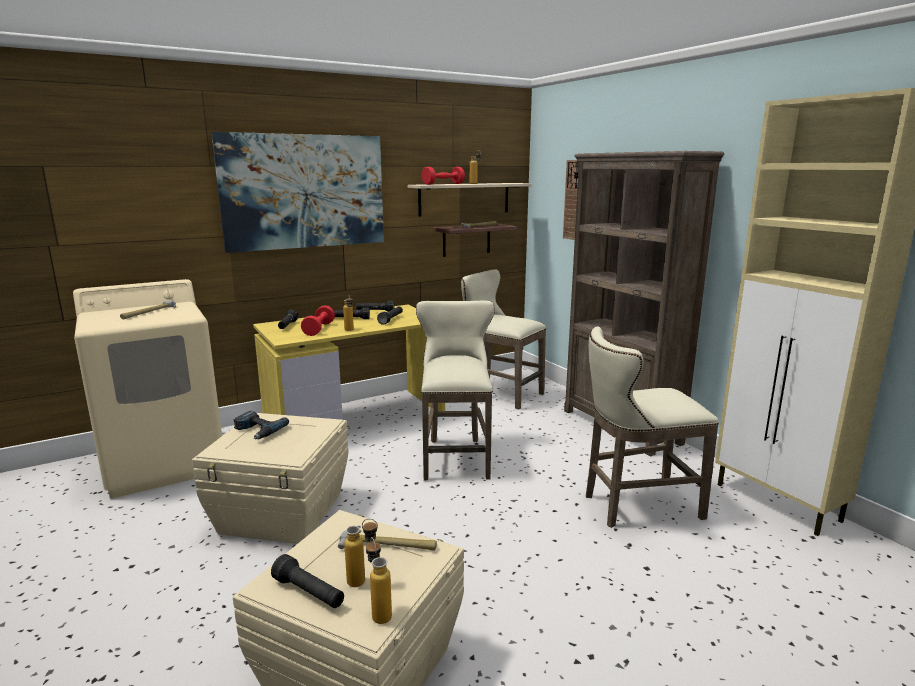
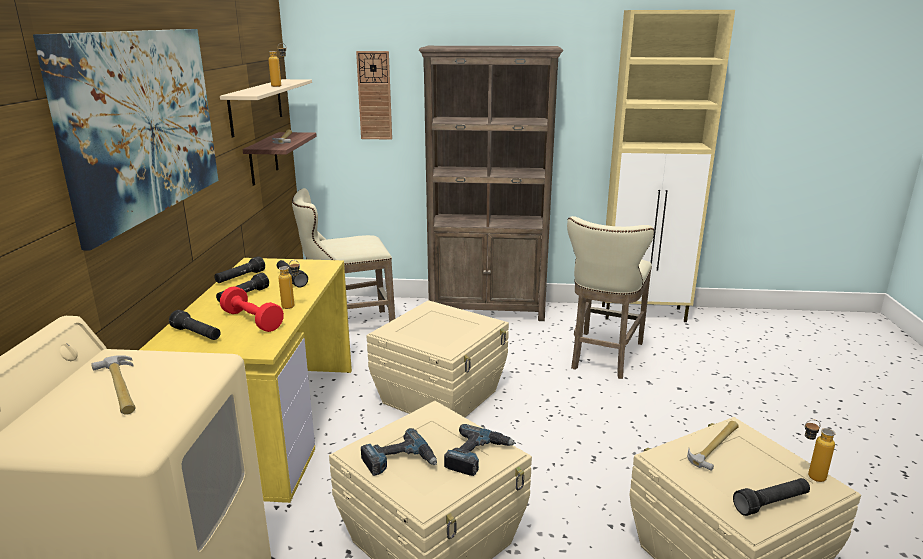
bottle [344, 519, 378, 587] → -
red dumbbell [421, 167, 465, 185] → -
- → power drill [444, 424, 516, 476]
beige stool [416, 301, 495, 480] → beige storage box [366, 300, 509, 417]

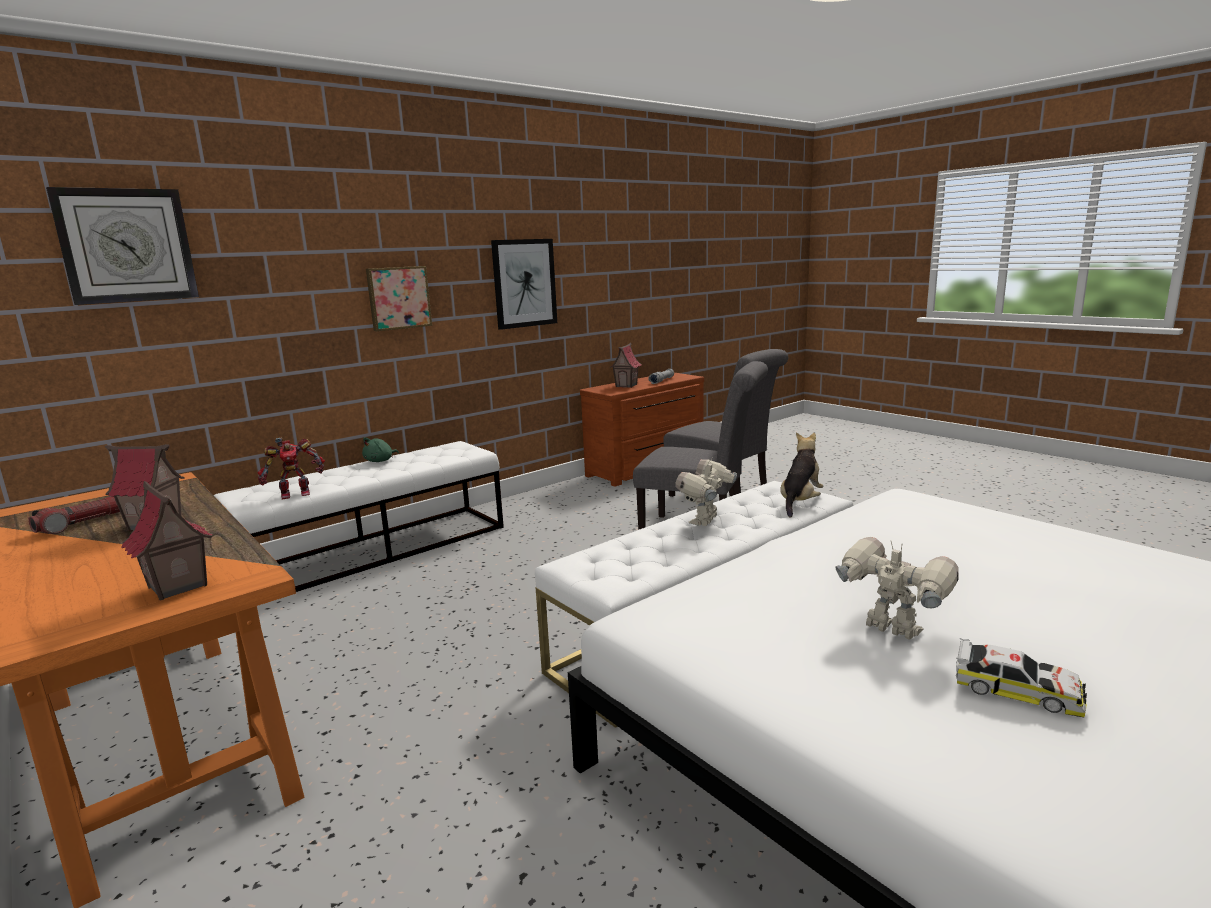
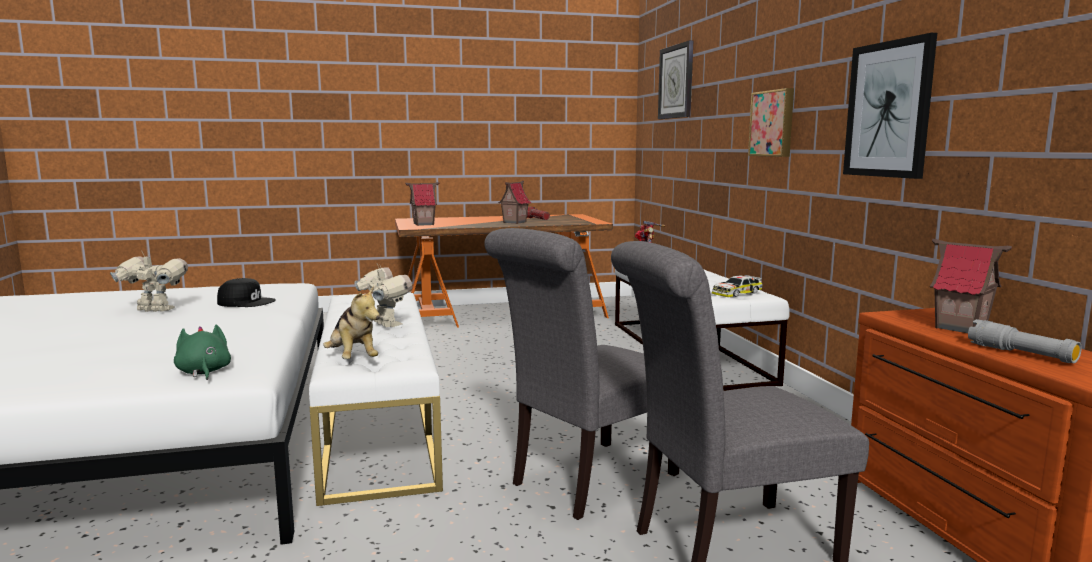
- → black cap [217, 278, 276, 307]
green plush toy [362, 437, 399, 462] → green plush toy [174, 324, 231, 380], relocated
toy car [956, 638, 1087, 717] → toy car [712, 275, 762, 297], relocated
toy robot [835, 537, 959, 640] → toy robot [110, 252, 188, 312], 150 degrees counterclockwise

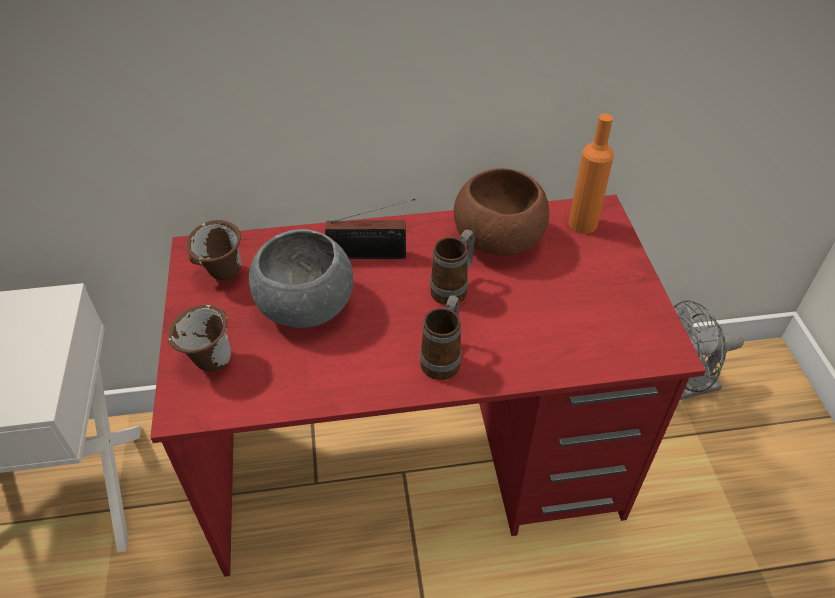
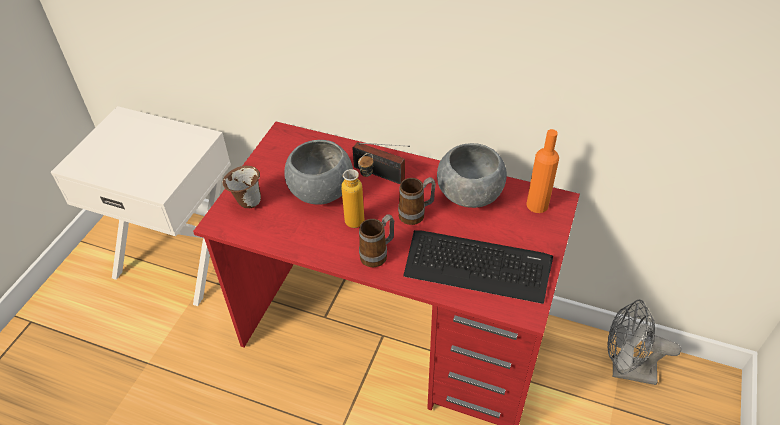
brown mug [186, 220, 241, 281] → -
- → bottle [341, 153, 374, 228]
- → keyboard [403, 230, 553, 304]
brown bowl [454, 168, 549, 256] → grey bowl [437, 143, 507, 208]

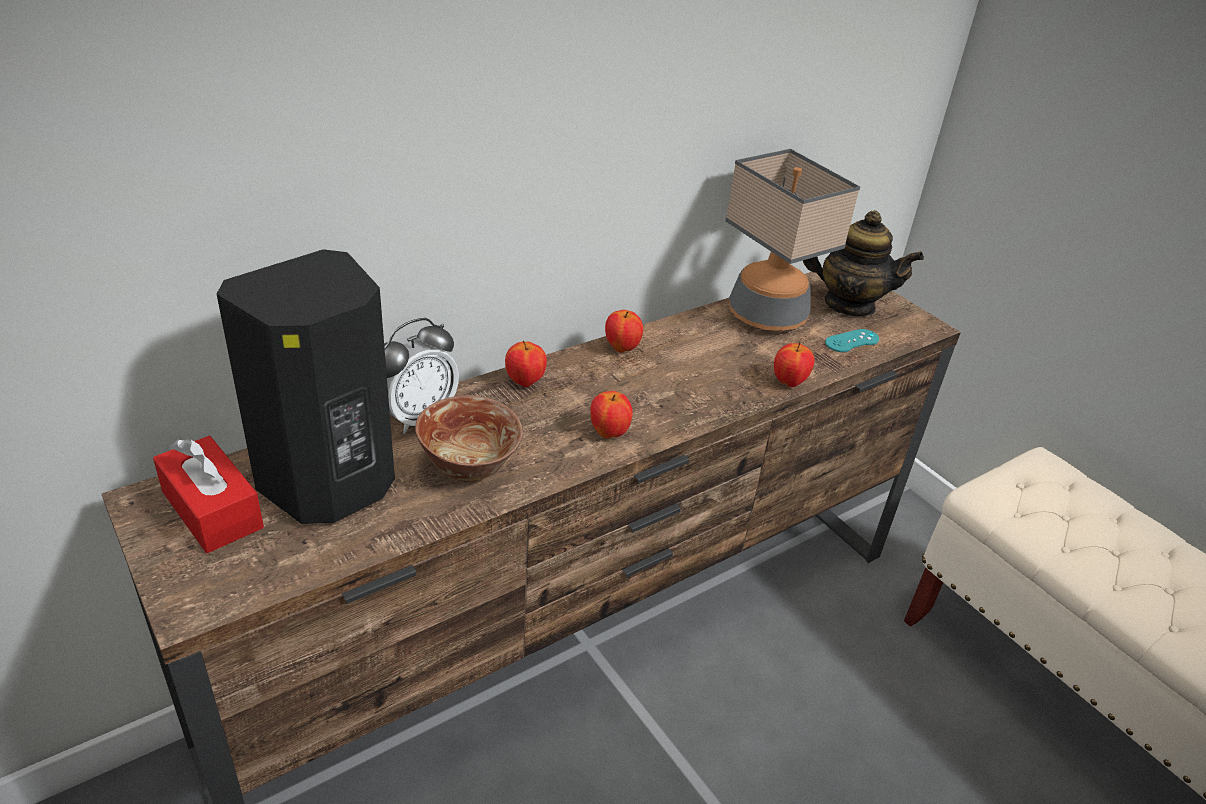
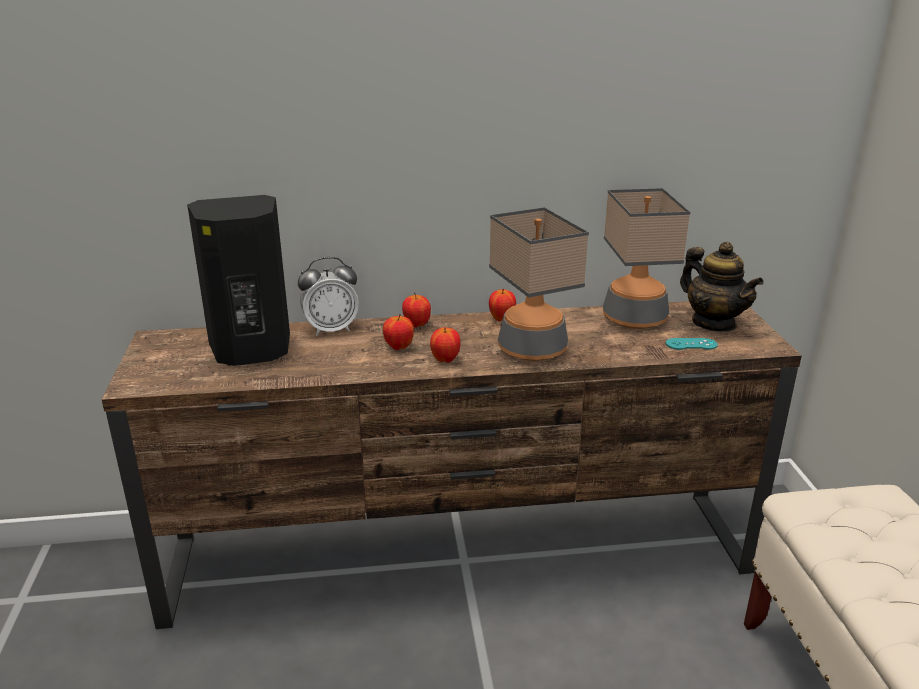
red tissue box [153, 436, 264, 553] → -
bowl [415, 395, 523, 482] → -
- → table lamp [489, 207, 589, 361]
apple [774, 342, 815, 387] → apple [383, 314, 414, 350], relocated

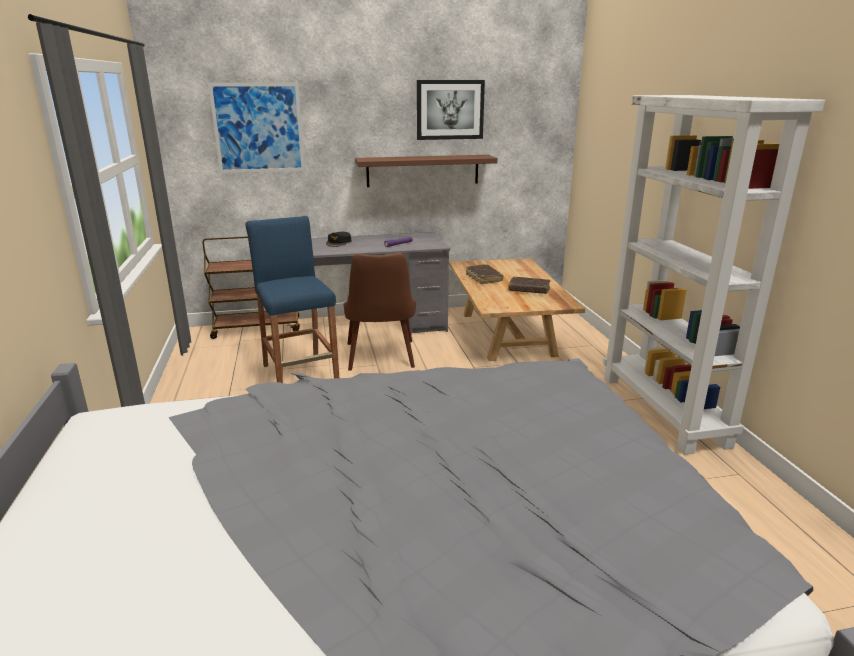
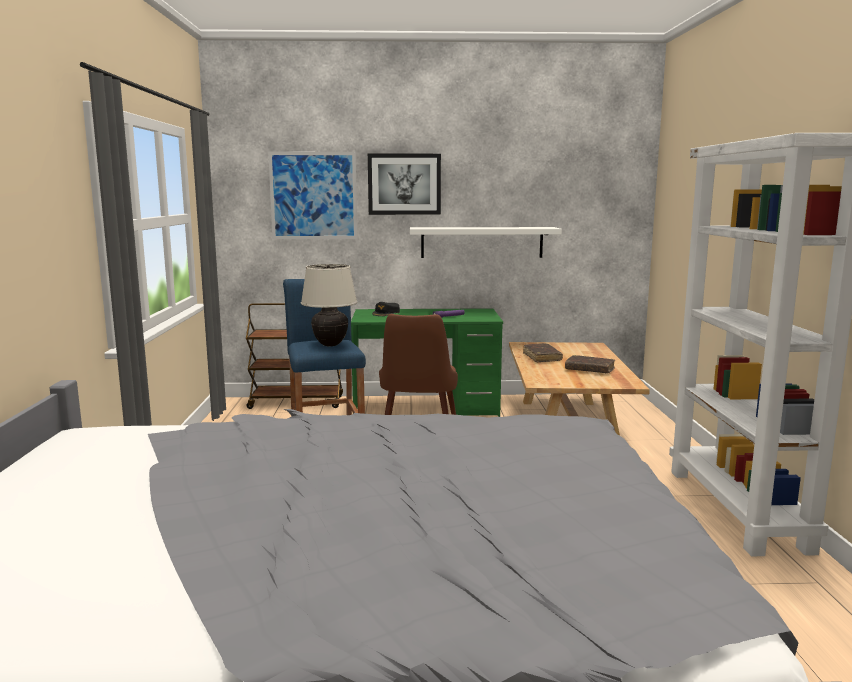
- → beige table lamp [301, 264, 357, 346]
picture [417, 80, 485, 140] → picture [368, 154, 441, 215], relocated
grey desk [311, 232, 450, 335] → green desk [351, 308, 503, 417]
brown shelf [355, 155, 498, 187] → white shelf [410, 227, 562, 258]

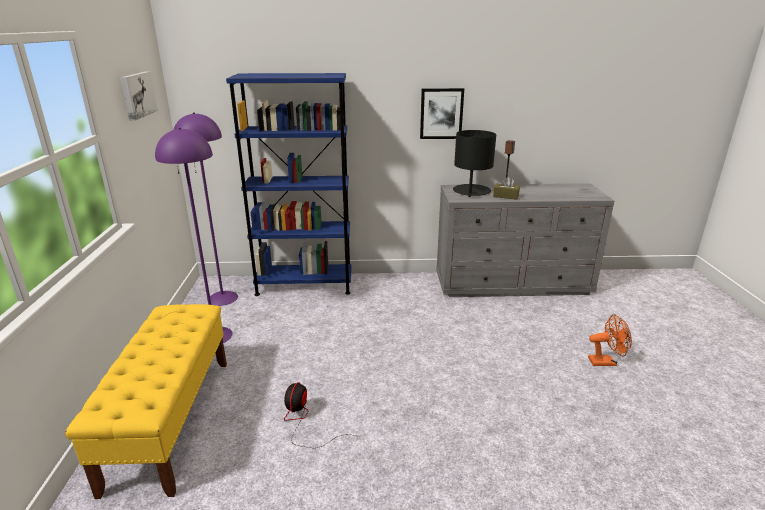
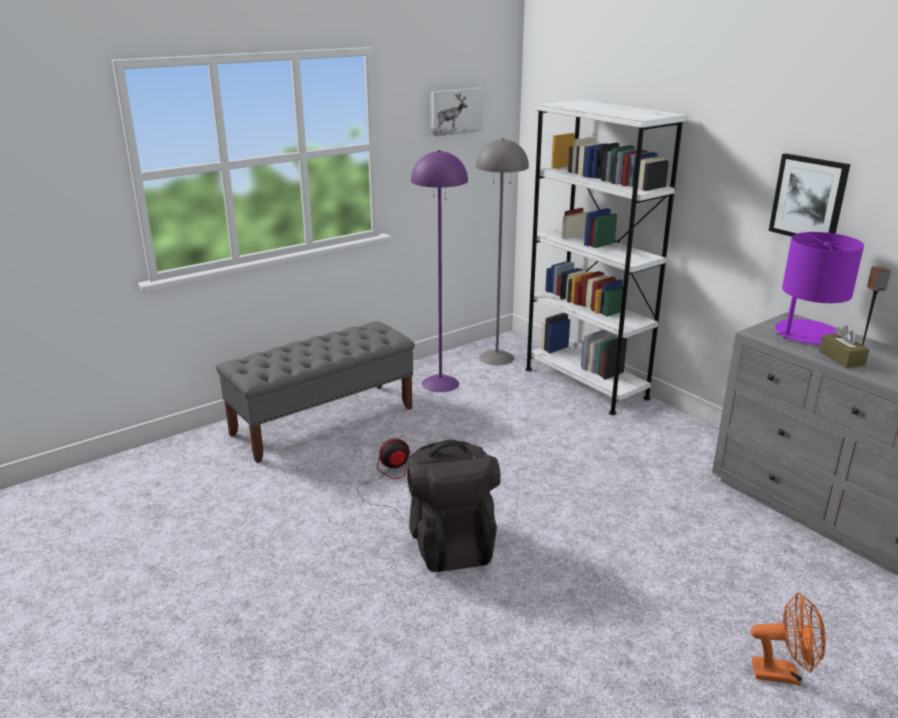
- → black backpack [407, 440, 501, 572]
yellow bench [65, 304, 227, 499] → grey bench [216, 321, 415, 463]
purple floor lamp [173, 112, 238, 306] → grey floor lamp [476, 138, 529, 365]
blue bookcase [226, 73, 351, 296] → white bookcase [525, 100, 688, 415]
black table lamp [453, 130, 496, 197] → purple table lamp [775, 232, 864, 344]
orange fan [588, 314, 632, 366] → orange fan [751, 592, 826, 685], 45 degrees counterclockwise

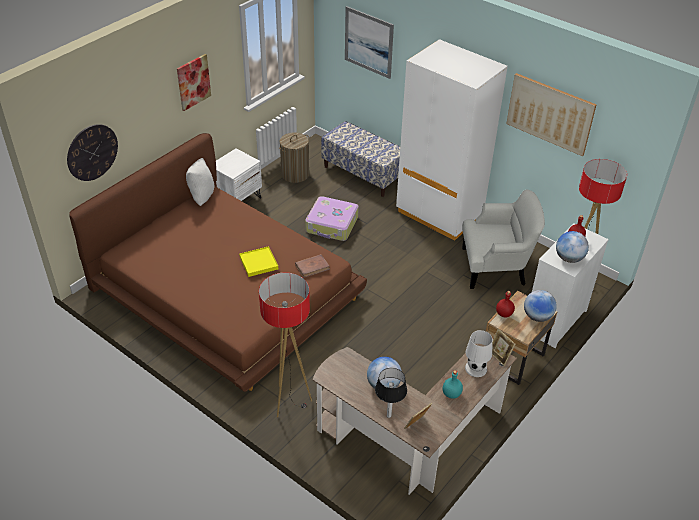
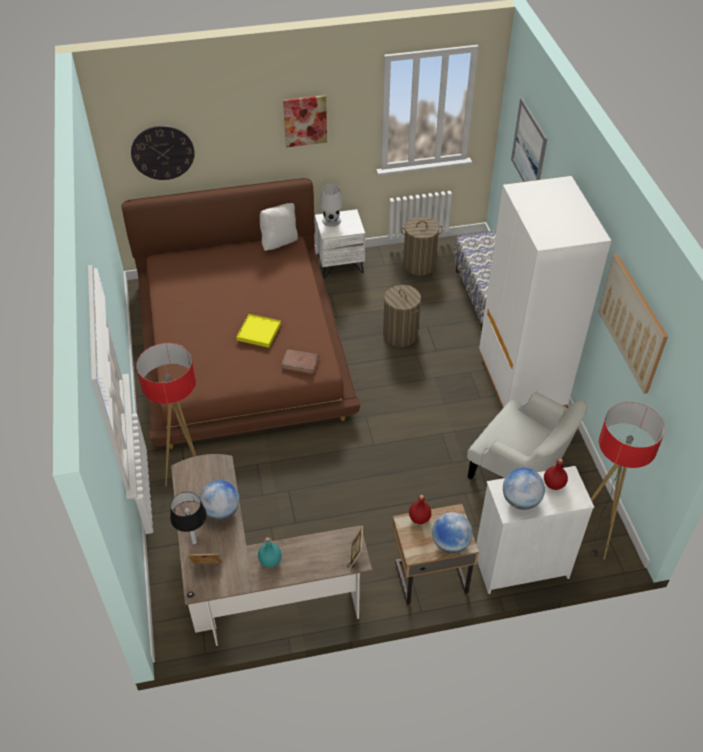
white table lamp [465, 330, 493, 377] → white table lamp [320, 184, 342, 227], relocated
suitcase [305, 196, 359, 241] → laundry basket [383, 285, 421, 347]

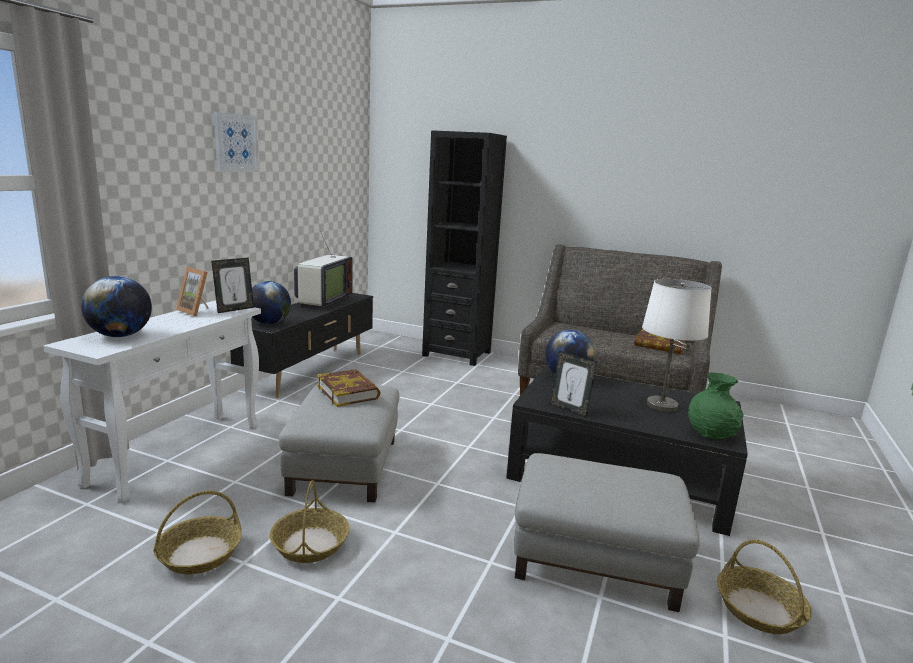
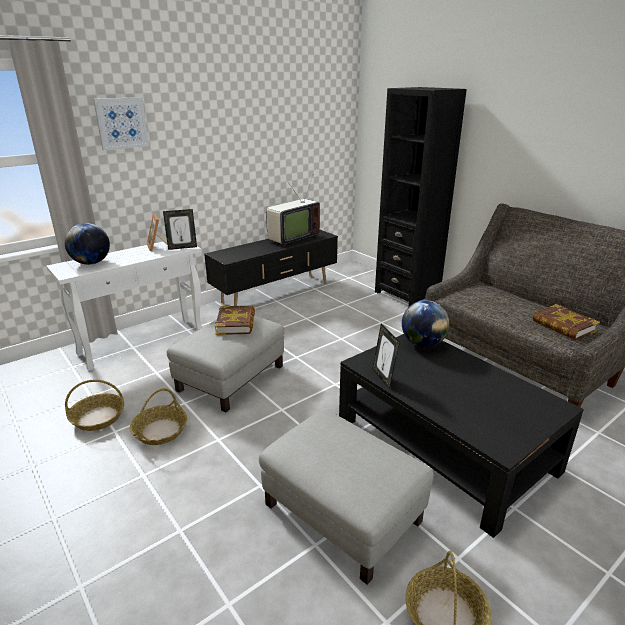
globe [252, 281, 291, 324] → -
white table lamp [642, 279, 712, 412] → -
green vase [688, 372, 743, 439] → -
picture [214, 112, 259, 171] → picture [93, 97, 149, 150], relocated

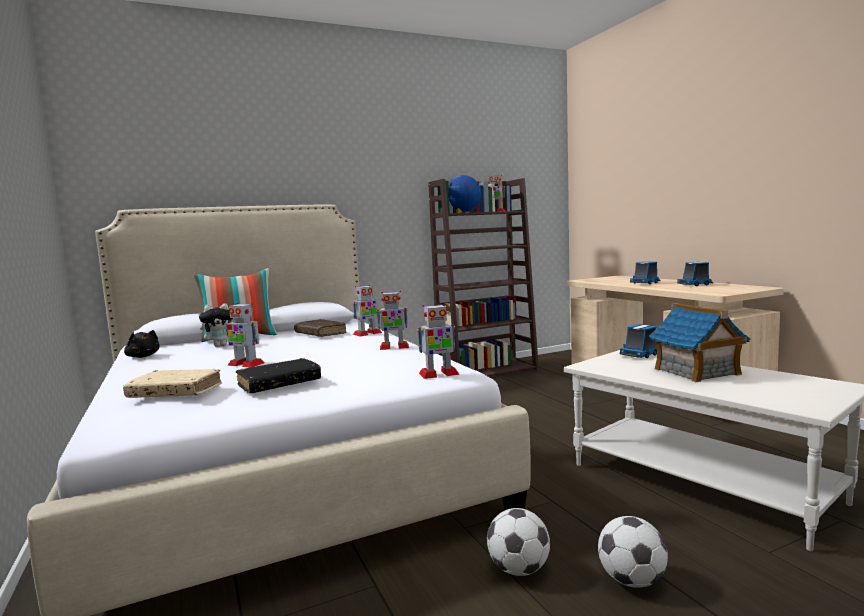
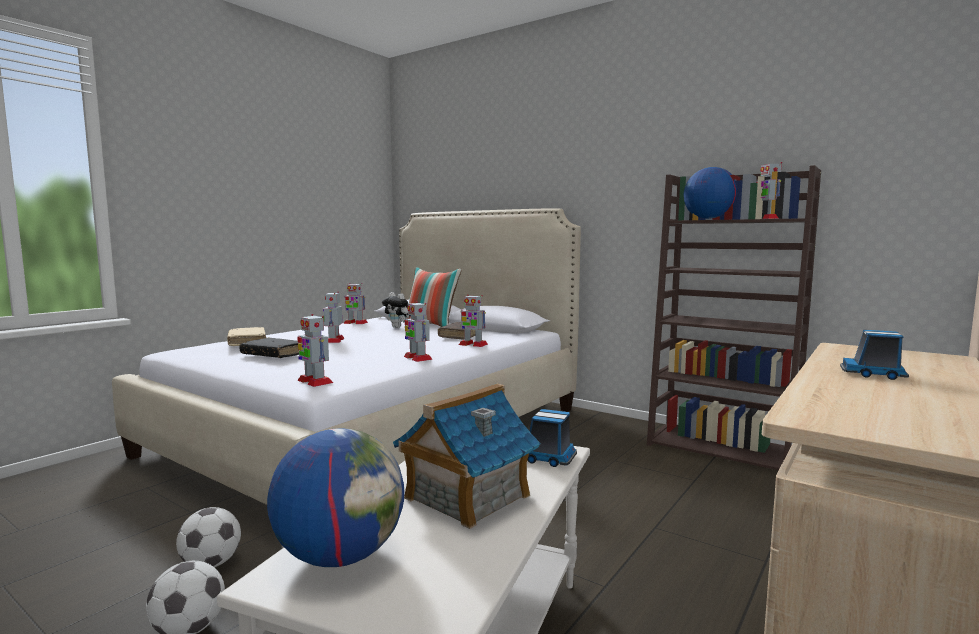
toy truck [677, 262, 713, 286] → -
- → globe [267, 428, 405, 567]
black plush toy [124, 330, 160, 358] → toy robot [343, 283, 368, 324]

